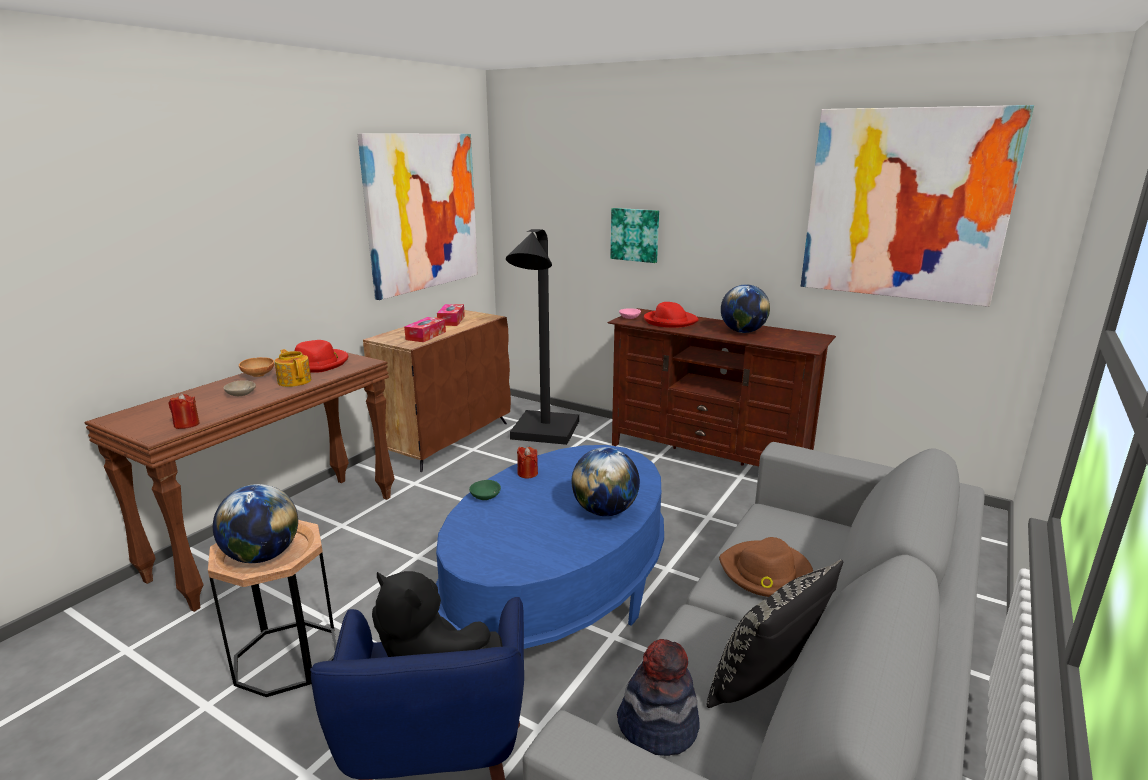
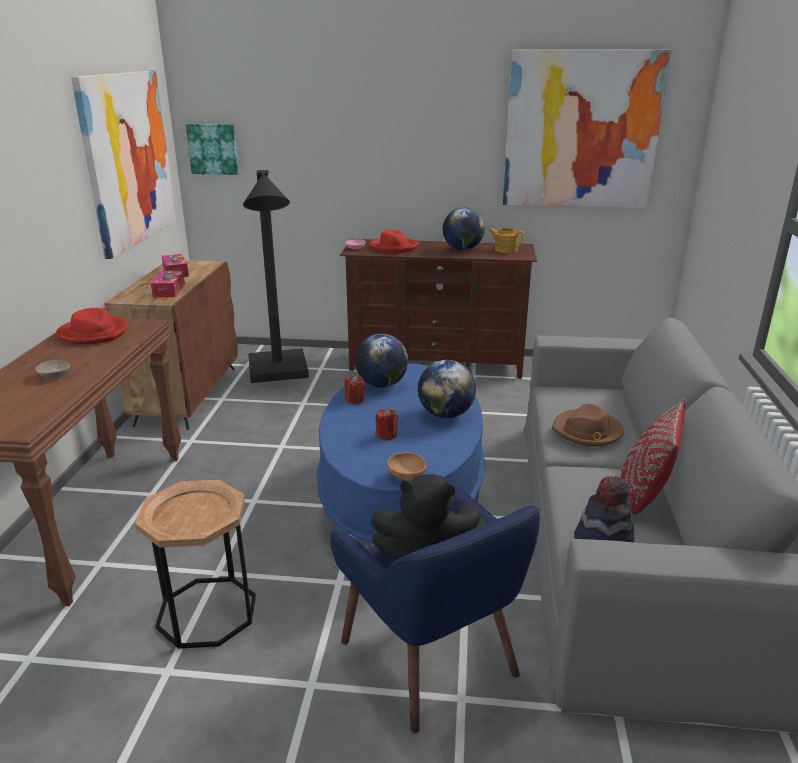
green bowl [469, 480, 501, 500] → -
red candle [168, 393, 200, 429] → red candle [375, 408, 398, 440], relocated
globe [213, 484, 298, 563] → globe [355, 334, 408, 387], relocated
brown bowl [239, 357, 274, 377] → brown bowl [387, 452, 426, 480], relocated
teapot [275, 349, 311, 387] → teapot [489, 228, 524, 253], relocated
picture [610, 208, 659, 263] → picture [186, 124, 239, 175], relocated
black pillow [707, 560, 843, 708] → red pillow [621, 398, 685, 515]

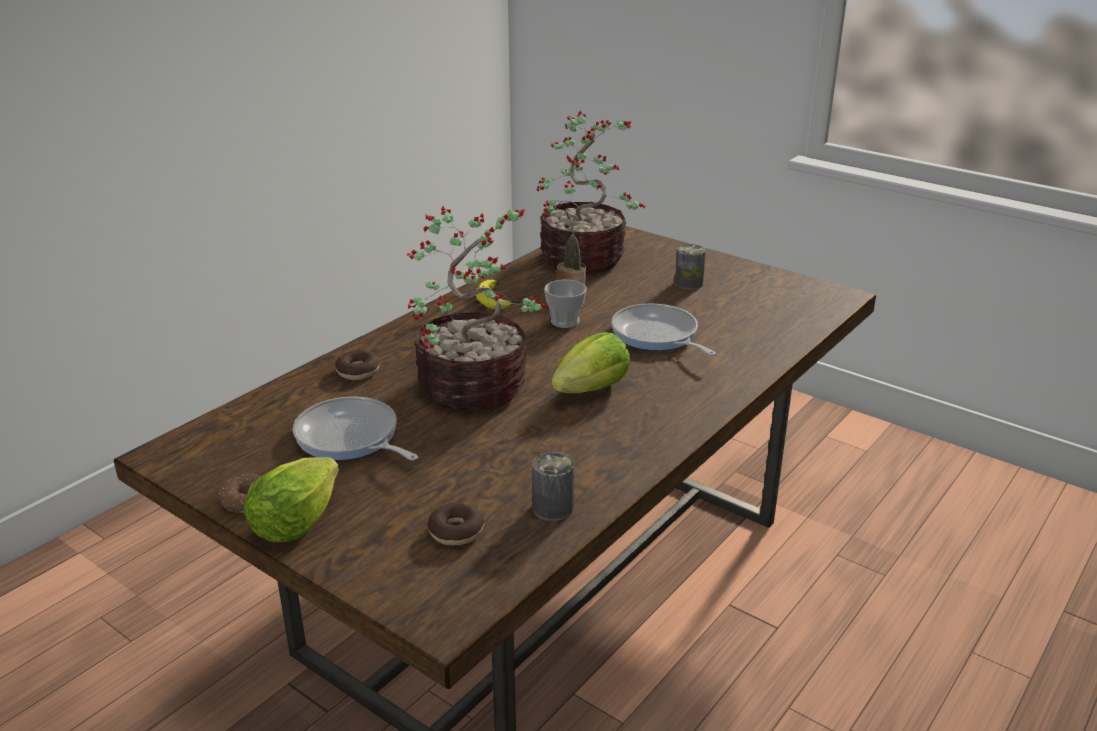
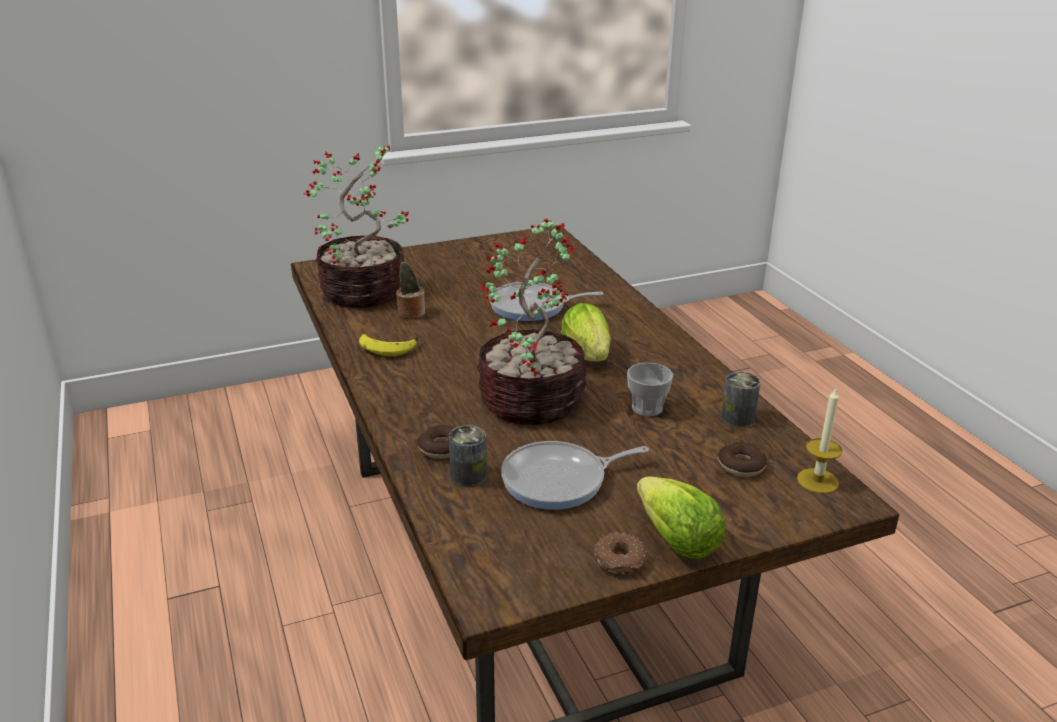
- → candle [797, 388, 843, 494]
cup [544, 280, 587, 328] → cup [627, 362, 673, 416], relocated
can [675, 244, 706, 290] → can [449, 425, 487, 487], relocated

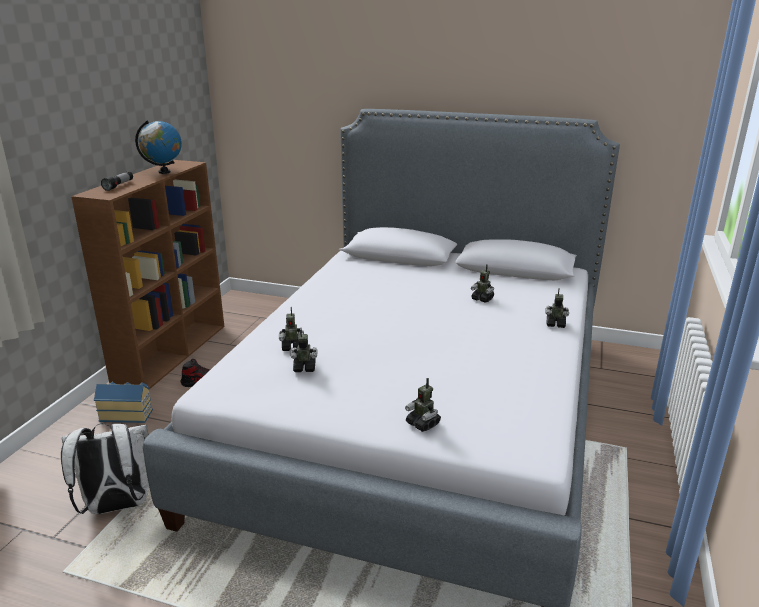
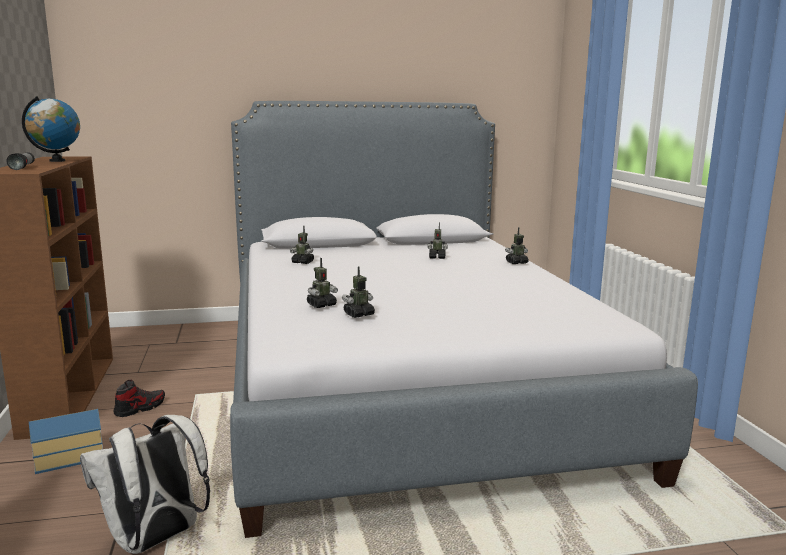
toy robot [405, 378, 441, 432] → toy robot [290, 226, 314, 264], relocated

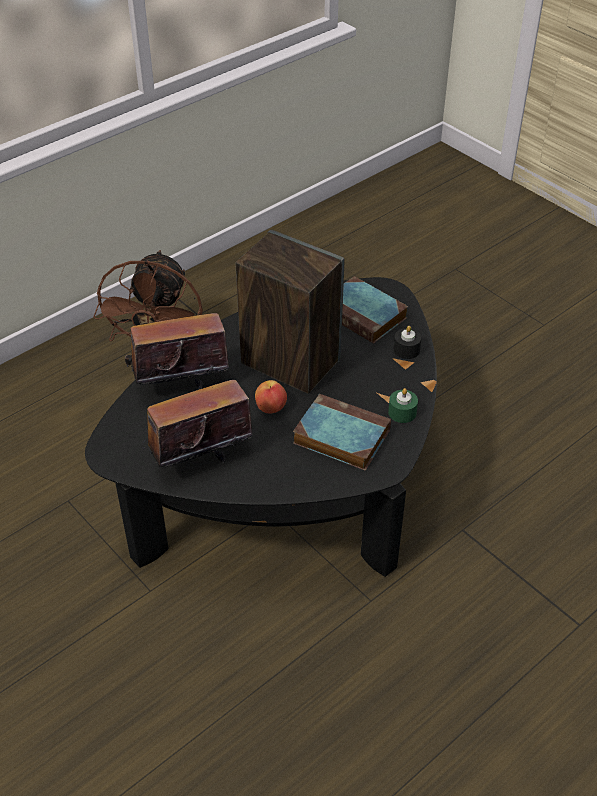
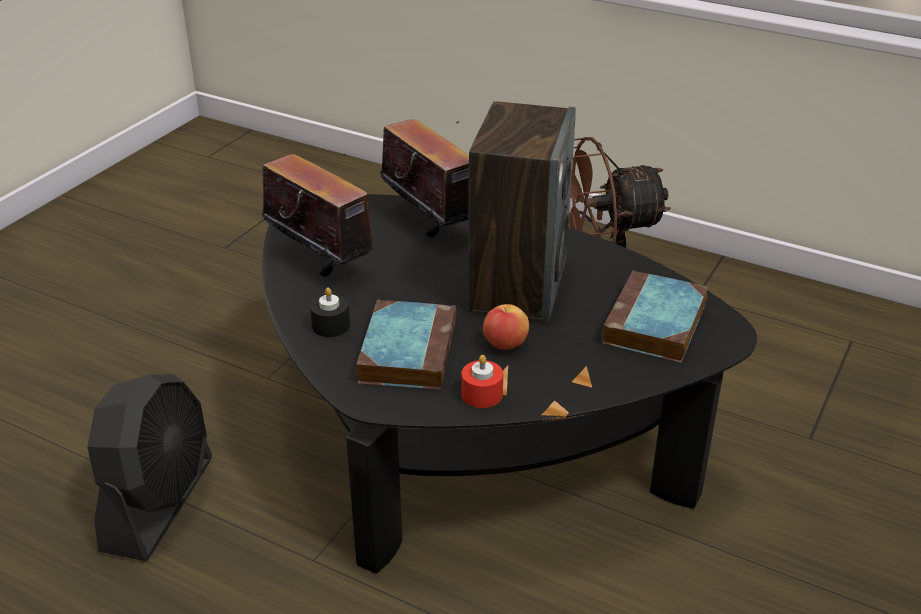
- → black fan [87, 374, 212, 561]
apple [255, 380, 287, 413] → apple [483, 304, 529, 350], relocated
black candle [394, 326, 421, 359] → black candle [310, 287, 350, 337], relocated
green candle [388, 388, 418, 423] → red candle [462, 355, 503, 408]

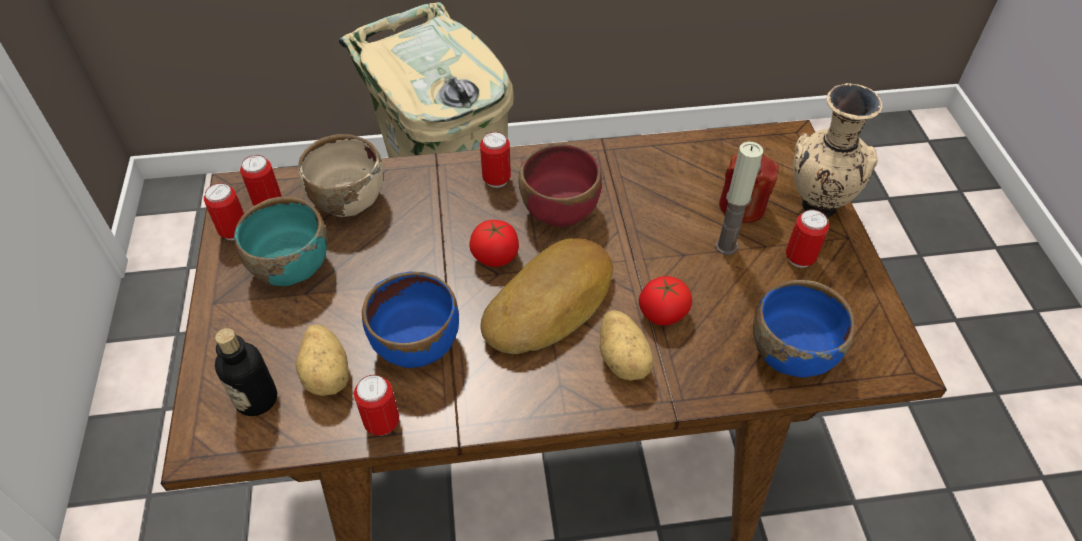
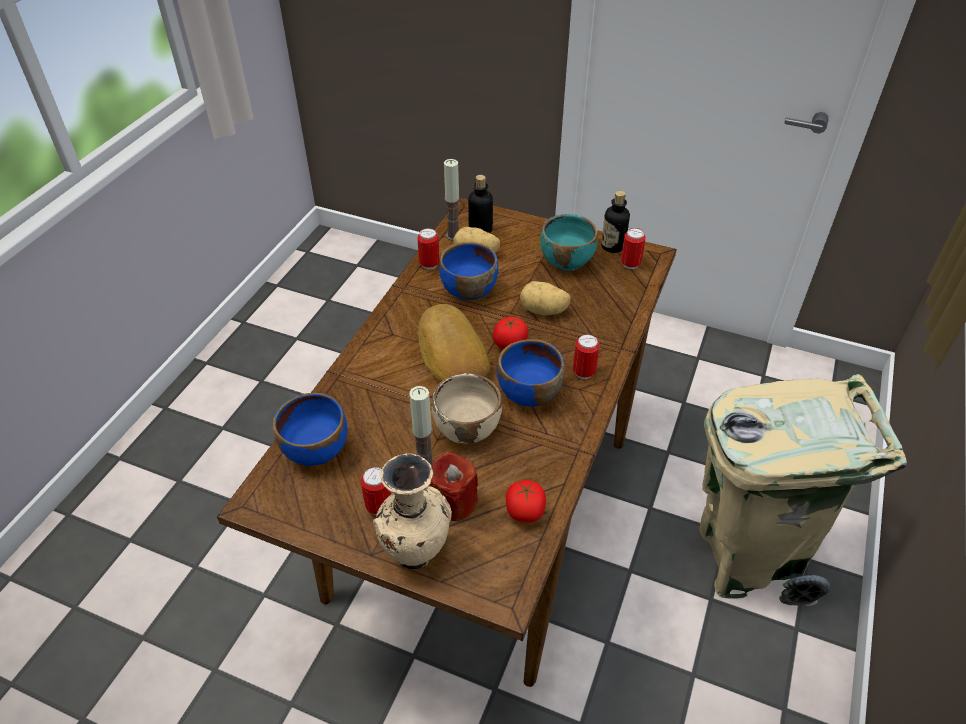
- → candle [444, 159, 460, 241]
beige bowl [298, 134, 383, 217] → beige bowl [432, 373, 502, 444], relocated
potato [600, 310, 653, 381] → potato [520, 281, 570, 315], relocated
tomato [639, 276, 692, 326] → tomato [506, 480, 546, 523], relocated
can [204, 183, 244, 240] → bottle [601, 191, 630, 253]
red bowl [518, 143, 602, 227] → blue bowl [497, 339, 565, 407]

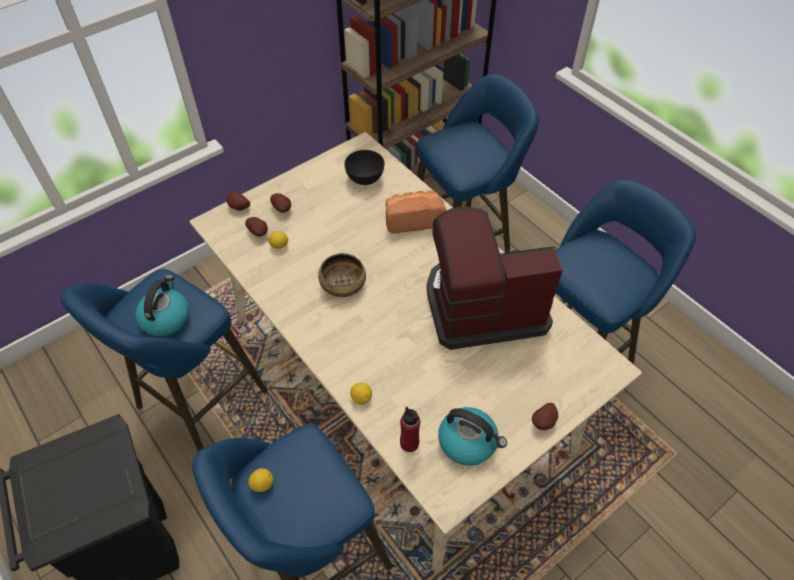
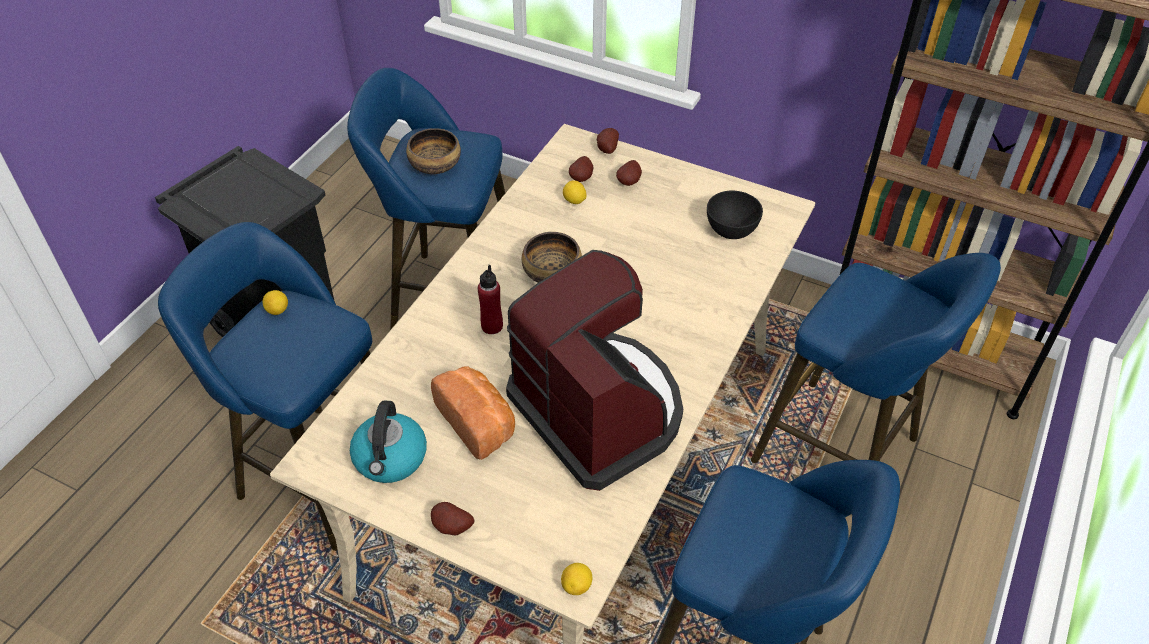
lemon [350, 383, 372, 404] → lemon [561, 563, 592, 595], relocated
bread [386, 190, 447, 233] → bread [431, 366, 515, 460], relocated
red bottle [400, 406, 420, 452] → red bottle [478, 265, 503, 334], relocated
kettle [135, 275, 189, 336] → bowl [406, 128, 461, 174]

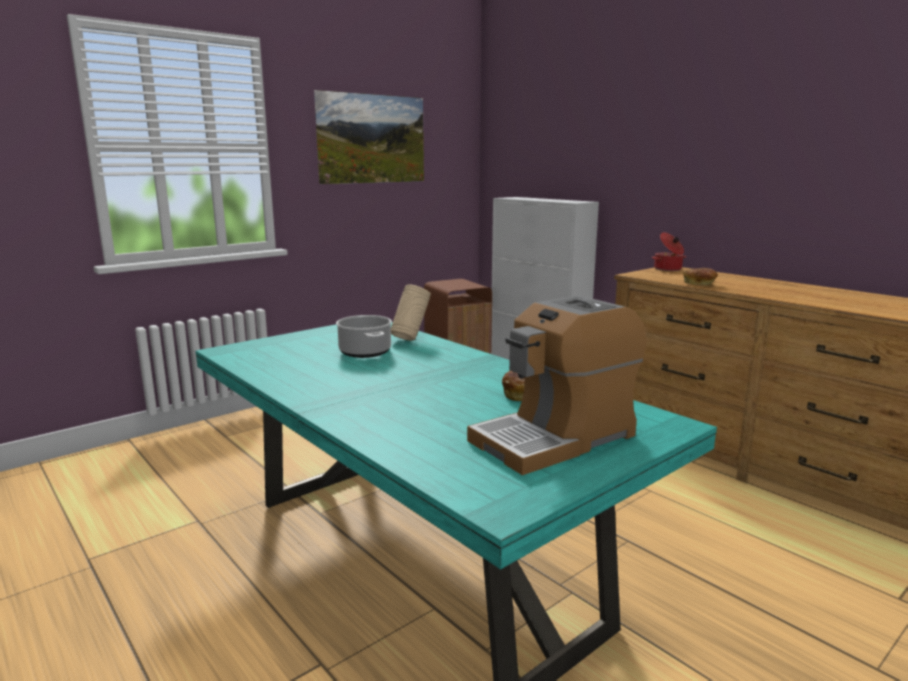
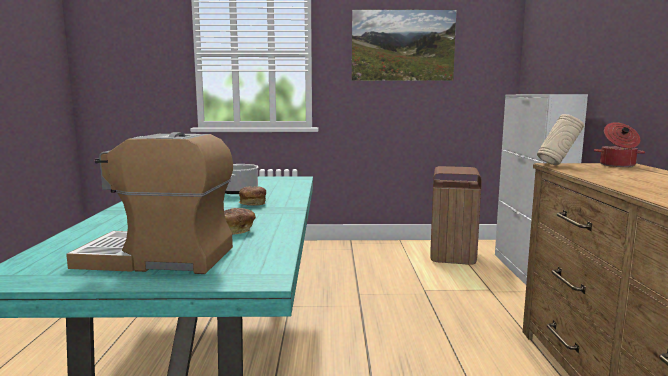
beige vase [391, 284, 431, 341] → beige vase [537, 114, 584, 165], relocated
bread [683, 268, 718, 286] → bread [239, 186, 266, 206], relocated

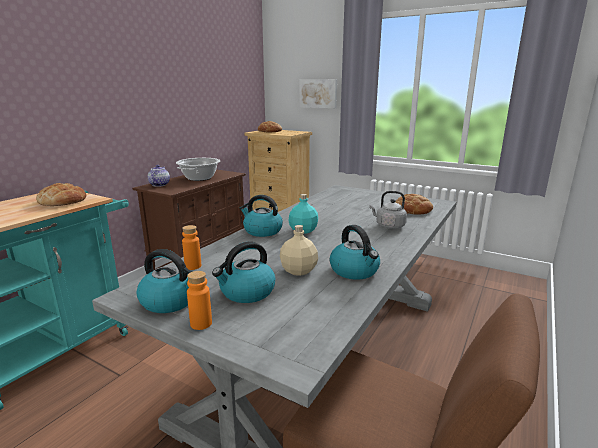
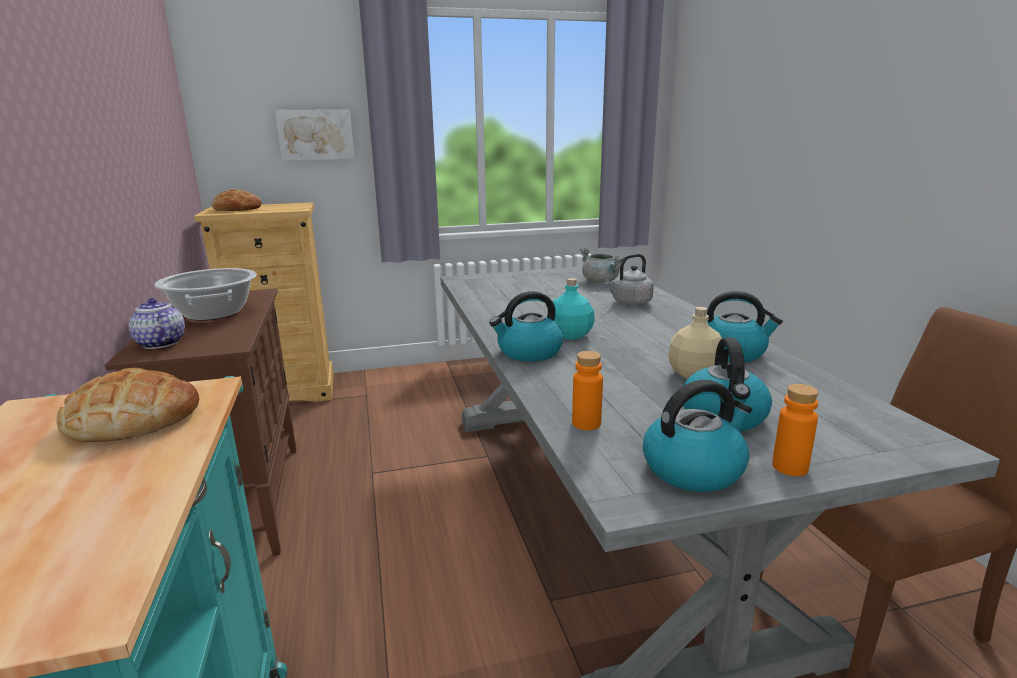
bread [395, 194, 433, 214] → grey cooking pot [580, 247, 625, 283]

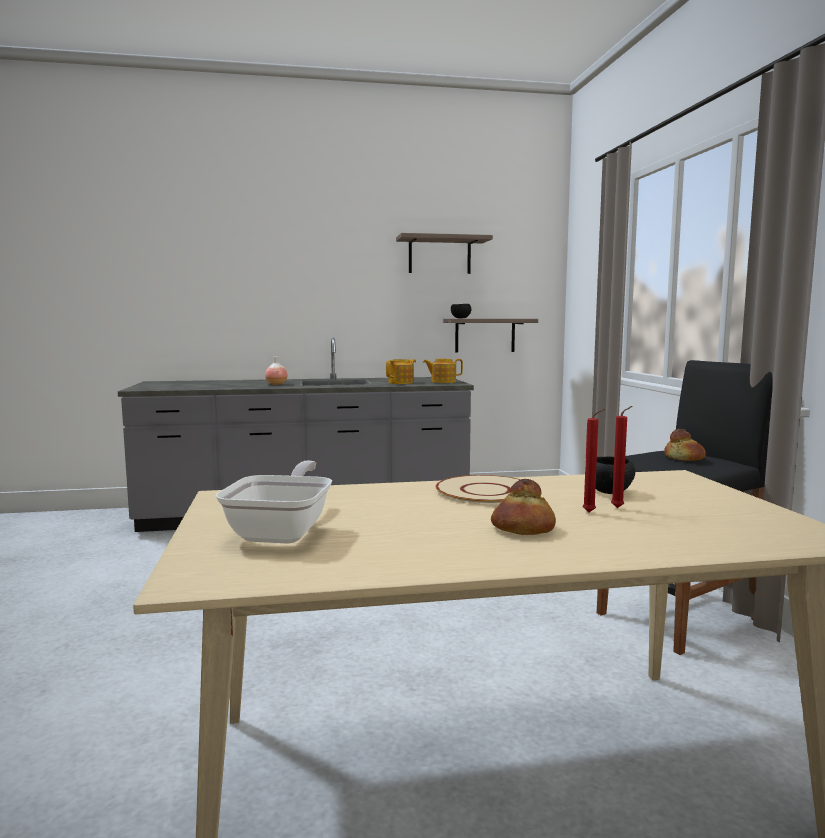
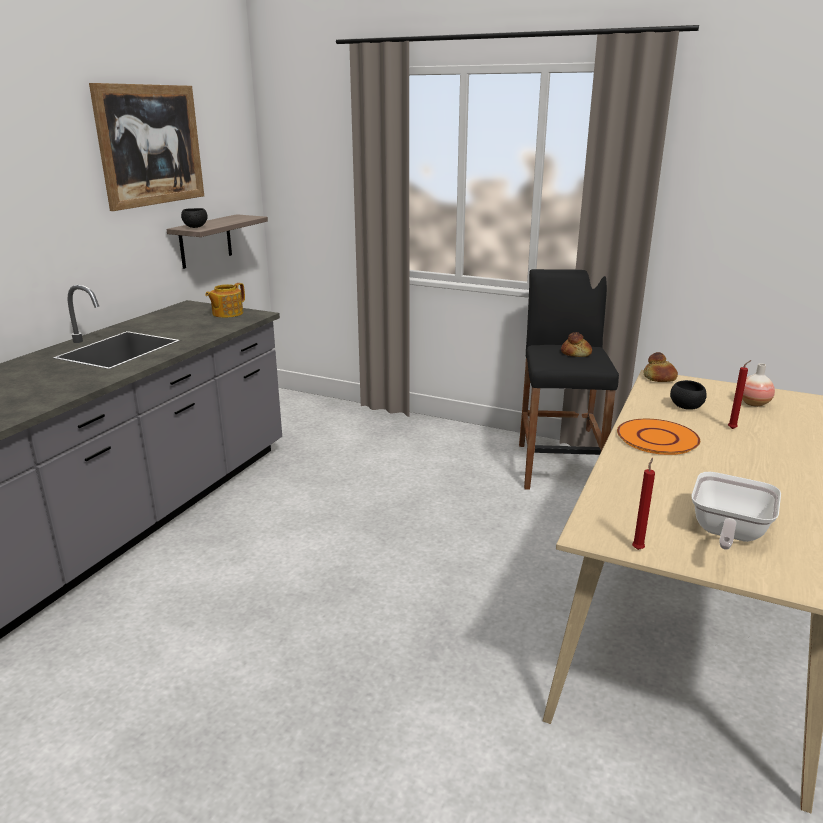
teapot [386, 359, 416, 384] → -
vase [265, 356, 287, 385] → vase [742, 363, 775, 407], relocated
bread [491, 479, 556, 535] → bread [644, 352, 678, 382], relocated
red candle [611, 406, 632, 508] → red candle [632, 458, 655, 550], relocated
shelf [396, 233, 493, 274] → picture [89, 83, 204, 211]
beige plate [436, 475, 521, 505] → orange plate [617, 419, 700, 455]
frying pan [215, 461, 332, 544] → frying pan [691, 472, 781, 550], 105 degrees counterclockwise

